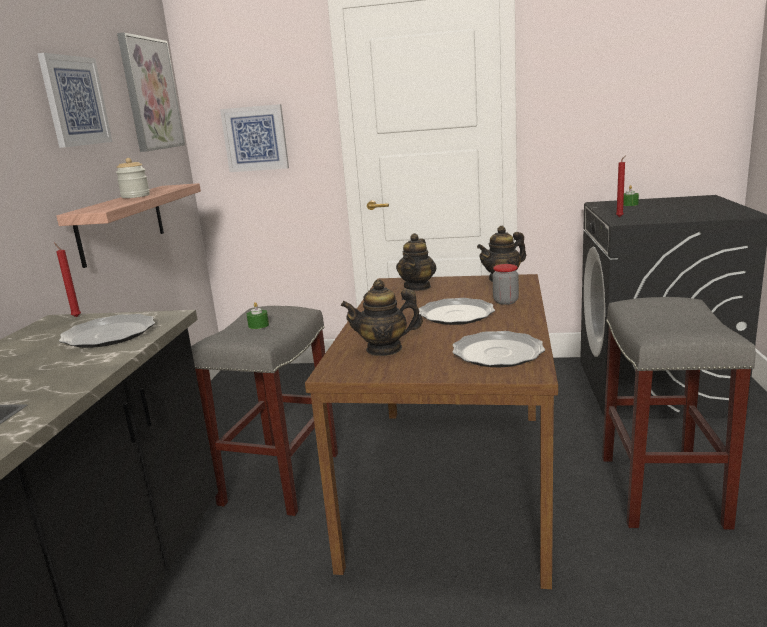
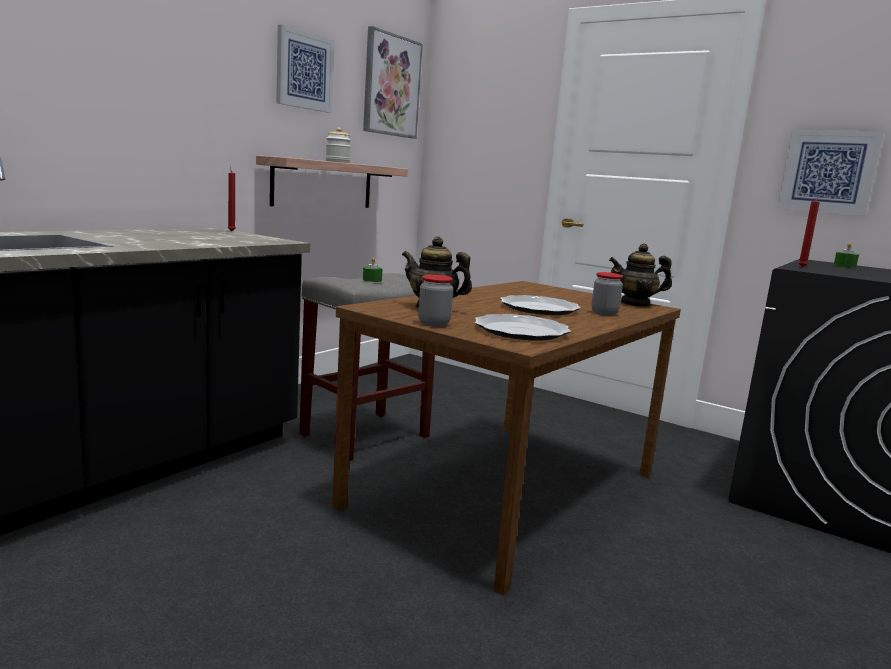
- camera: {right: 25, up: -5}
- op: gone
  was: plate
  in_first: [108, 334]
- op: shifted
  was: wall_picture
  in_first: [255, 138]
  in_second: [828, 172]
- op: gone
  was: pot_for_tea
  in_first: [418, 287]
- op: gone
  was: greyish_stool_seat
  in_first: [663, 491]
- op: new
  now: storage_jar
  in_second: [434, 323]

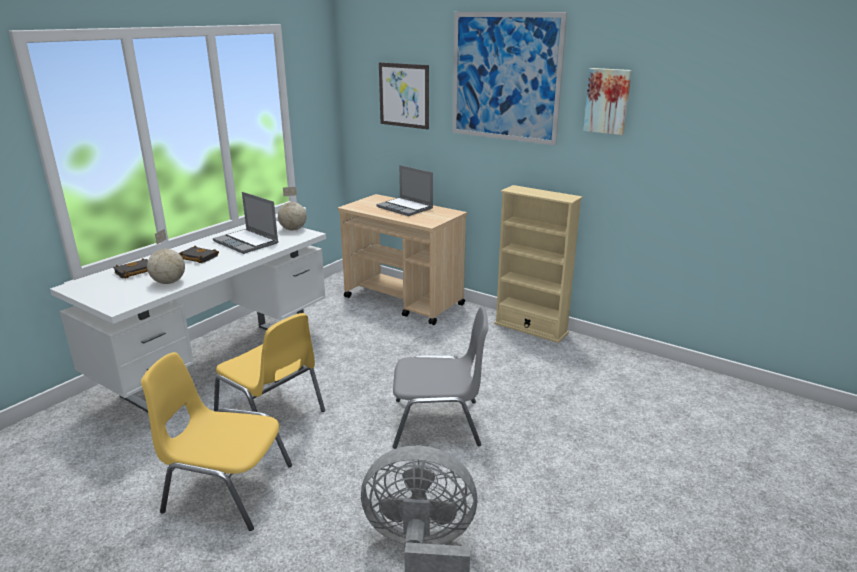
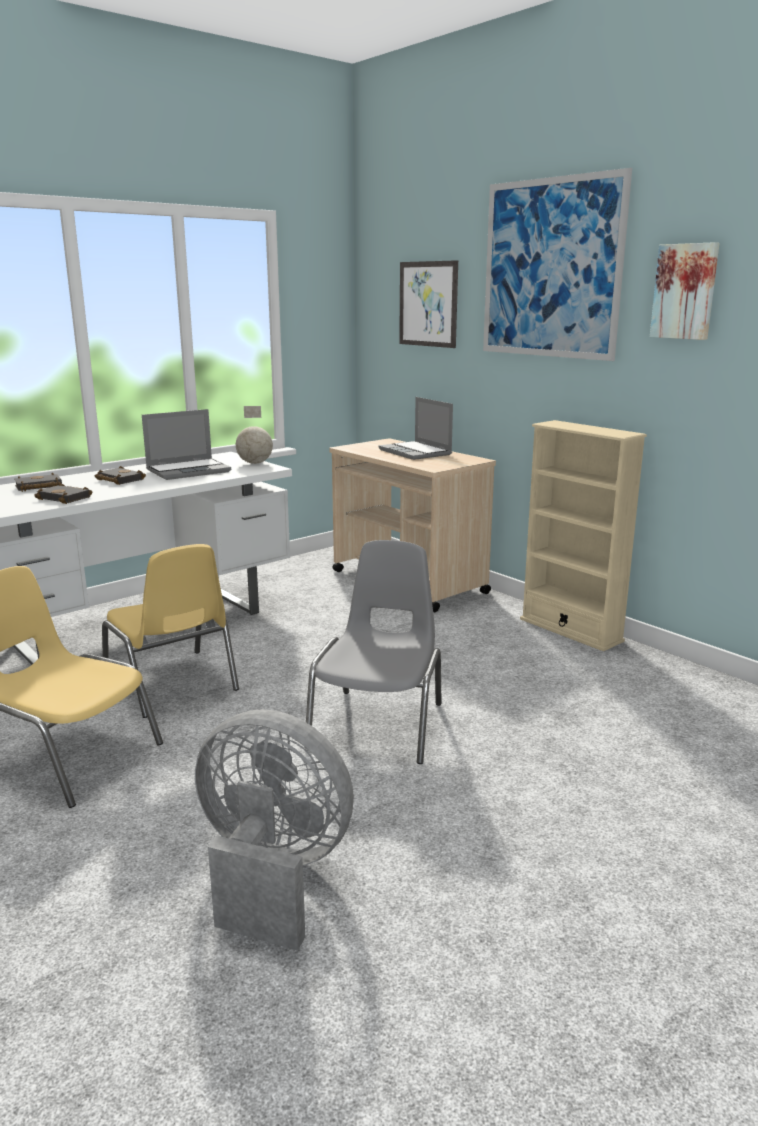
- camera: {right: 15, up: -5}
- op: swapped
  was: desk_globe
  now: blackish_bound_book
  in_first: [169, 282]
  in_second: [66, 498]
- op: rotated
  was: portable_computer
  in_first: [247, 242]
  in_second: [189, 471]
  clockwise: -90
- op: rotated
  was: greyish_chair
  in_first: [438, 423]
  in_second: [379, 724]
  clockwise: -90

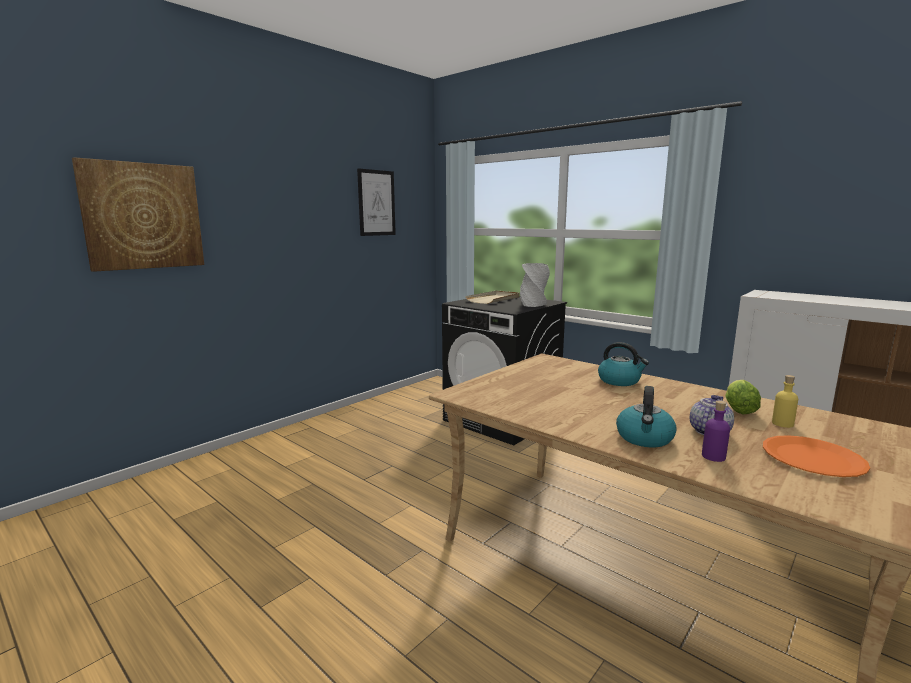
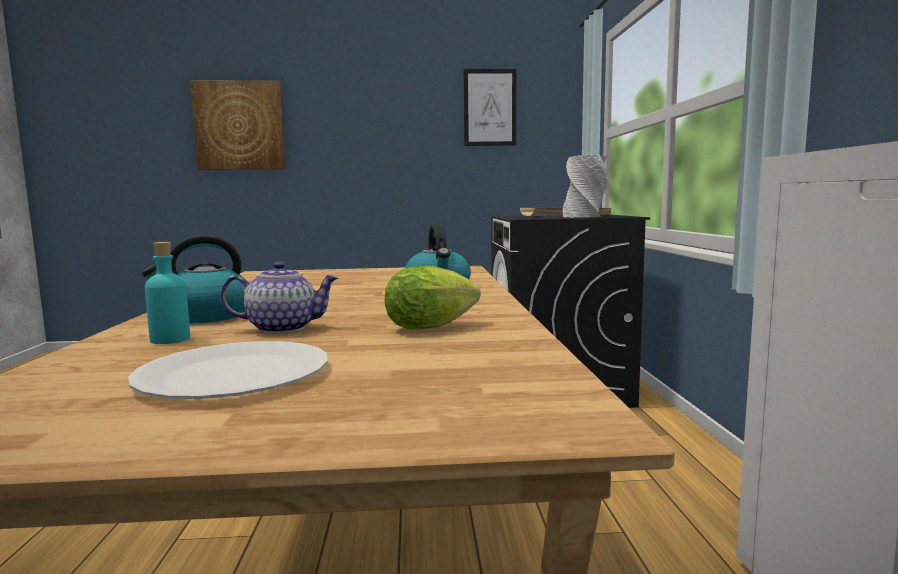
- camera: {right: 45, up: -5}
- op: repainted
  was: purple_beverage_bottle
  now: blue-green_beverage_bottle
  in_first: [713, 456]
  in_second: [170, 339]
- op: repainted
  was: orange_plate
  now: whitish_plate
  in_first: [812, 458]
  in_second: [233, 374]
- op: gone
  was: yellow_beverage_bottle
  in_first: [782, 424]

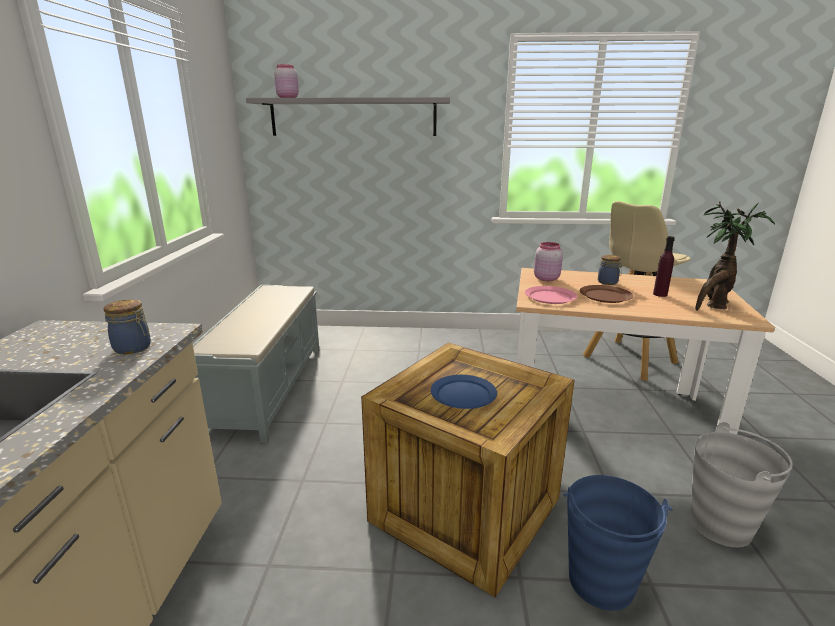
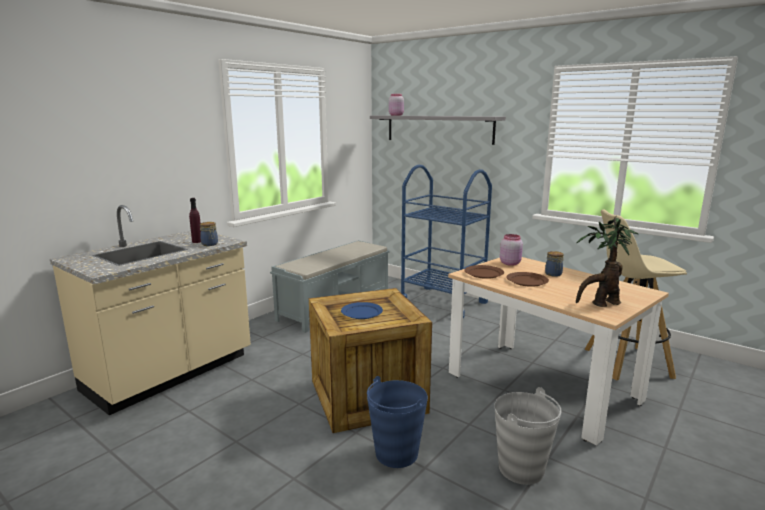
- camera: {right: 35, up: -5}
- op: repainted
  was: pink-coloured_plate
  now: brown-coloured_plate
  in_first: [550, 297]
  in_second: [483, 273]
- op: shifted
  was: purple_beverage_bottle
  in_first: [660, 294]
  in_second: [197, 241]
- op: new
  now: blue-coloured_cart
  in_second: [443, 301]

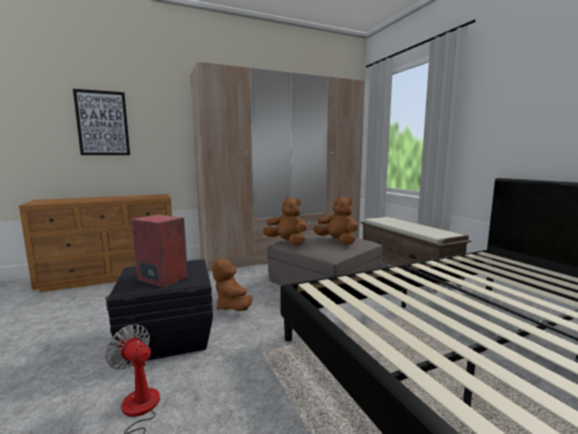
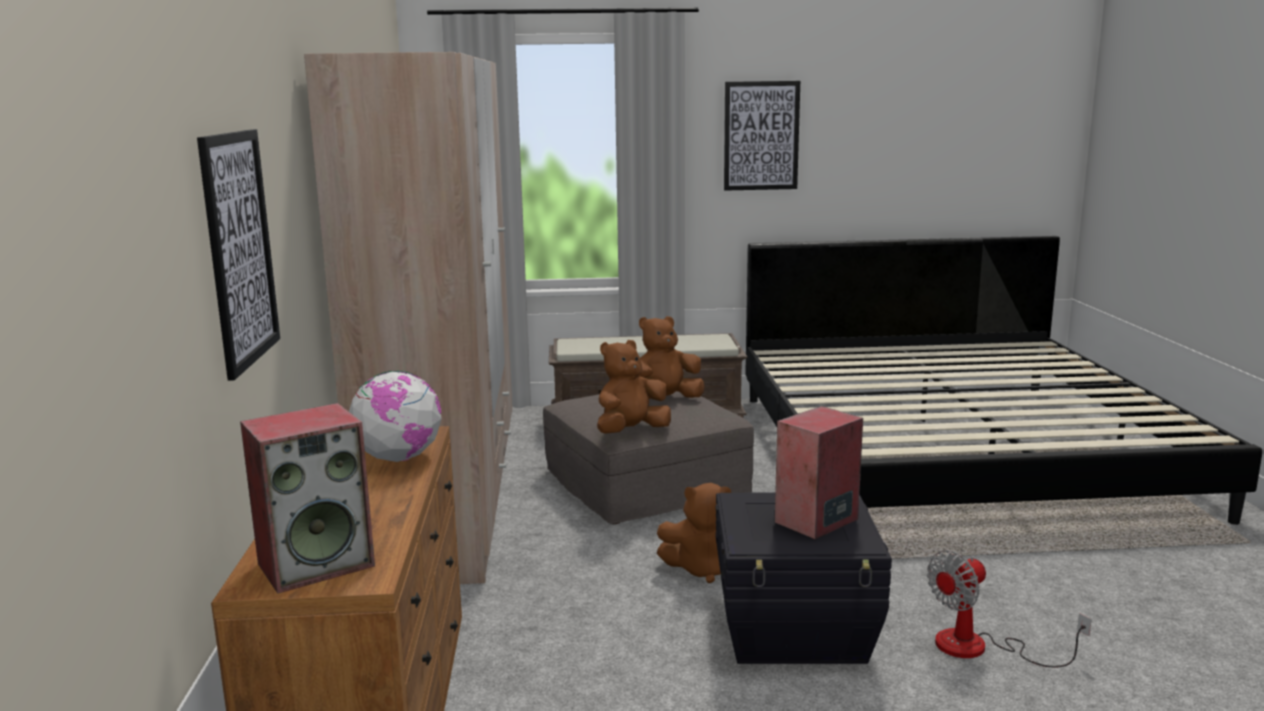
- camera: {right: -70, up: 5}
- op: new
  now: loudspeaker
  in_second: [317, 564]
- op: new
  now: desk_globe
  in_second: [399, 458]
- op: new
  now: wall_picture
  in_second: [761, 136]

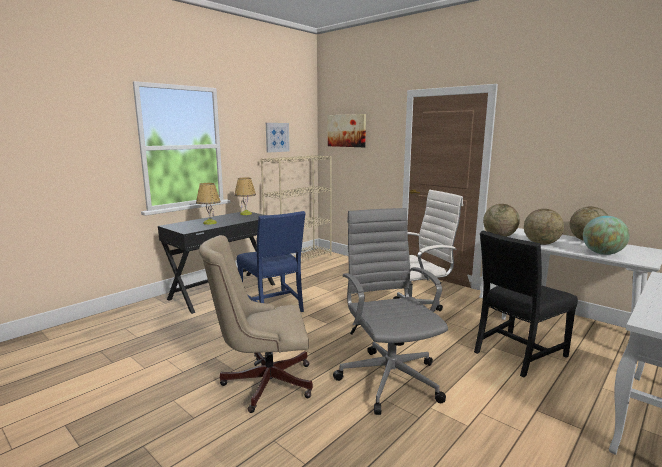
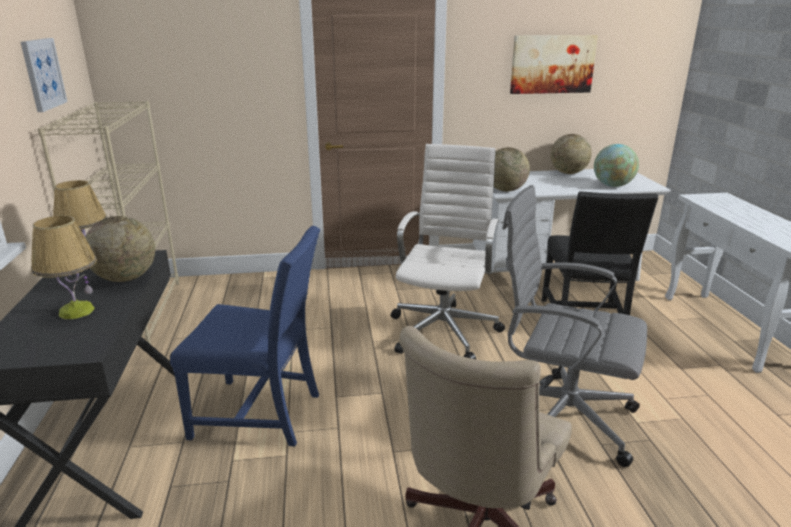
- camera: {right: -50, up: 10}
- op: shifted
  was: wall_picture
  in_first: [346, 130]
  in_second: [552, 64]
- op: shifted
  was: desk_globe
  in_first: [541, 243]
  in_second: [126, 278]

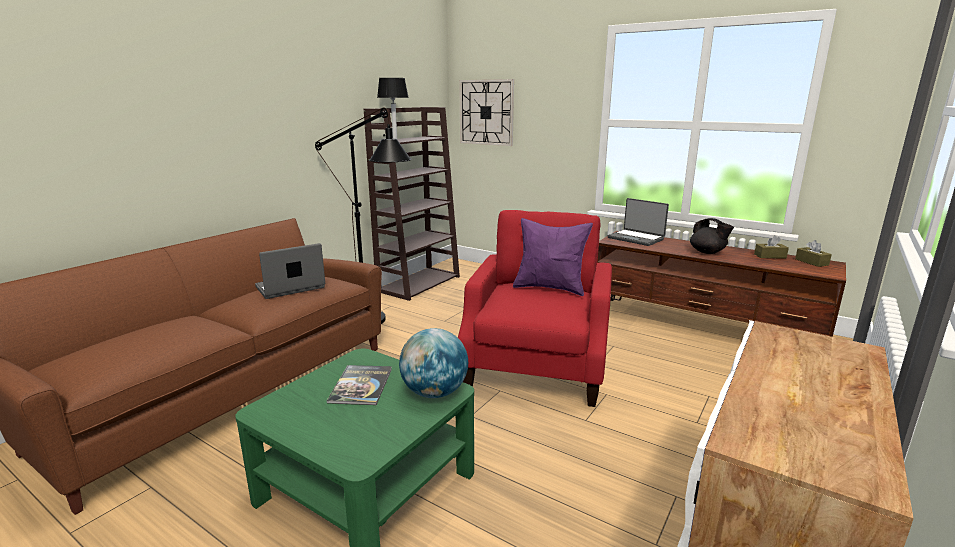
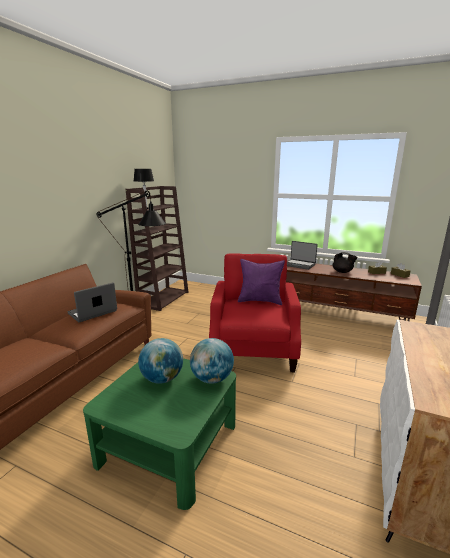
- camera: {right: -10, up: 0}
- op: swapped
  was: bound_book
  now: desk_globe
  in_first: [361, 385]
  in_second: [162, 379]
- op: gone
  was: wall_clock
  in_first: [486, 112]

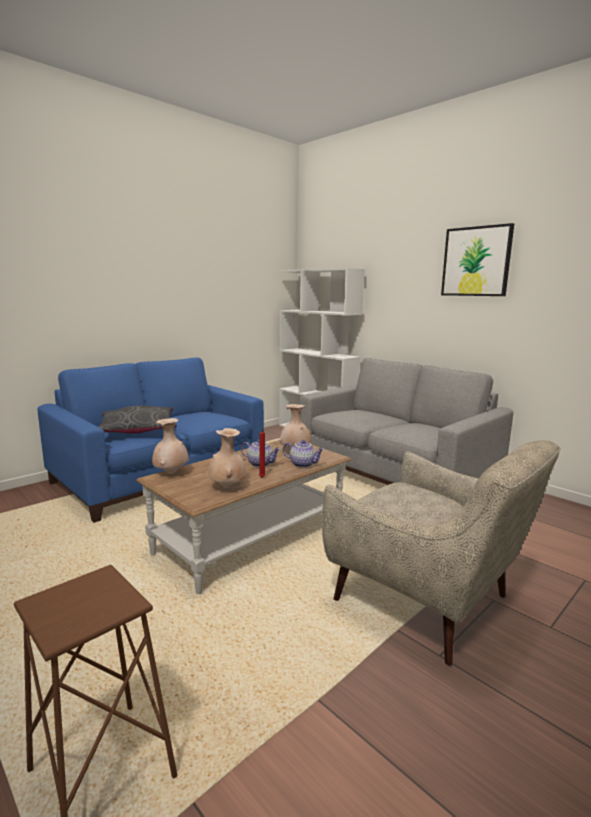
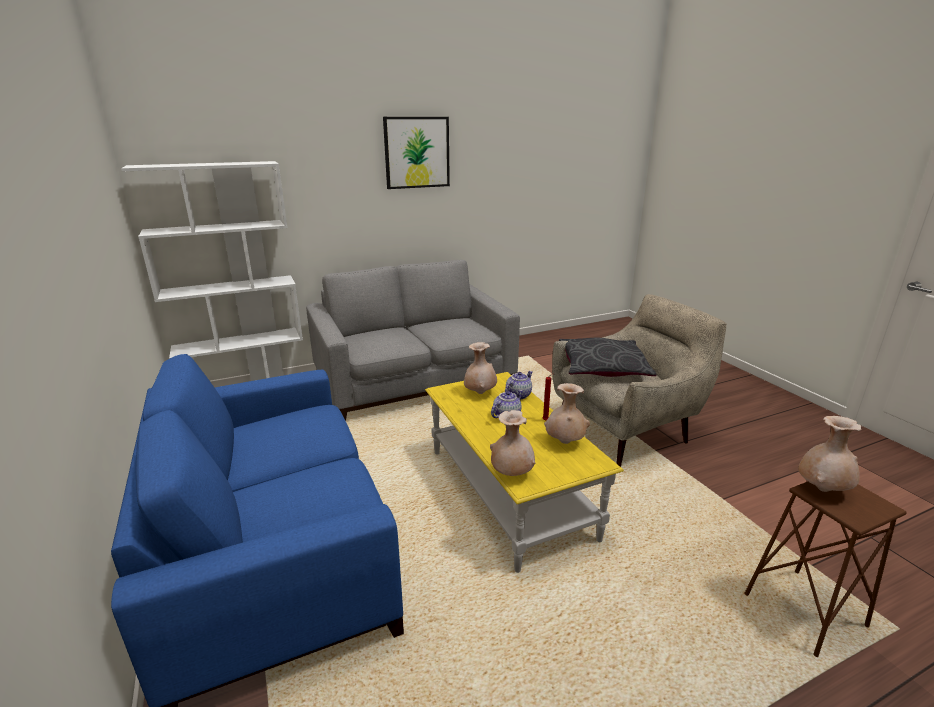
- camera: {right: -70, up: 10}
- op: shifted
  was: greyish_cushion
  in_first: [137, 429]
  in_second: [602, 367]
- op: repainted
  was: brown-coloured_lounge_table
  now: yellow_lounge_table
  in_first: [251, 539]
  in_second: [508, 492]
- op: new
  now: beige_decorative_vase
  in_second: [822, 489]

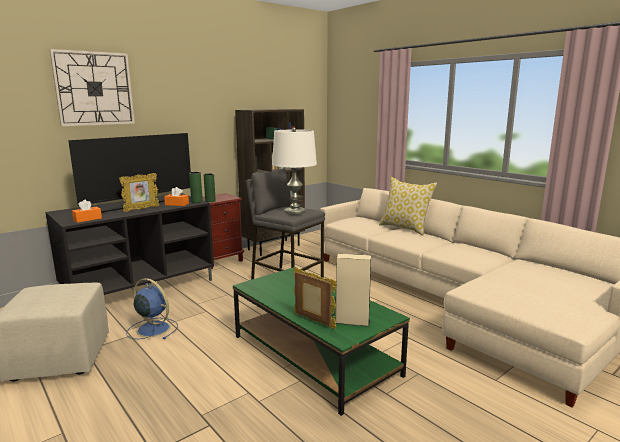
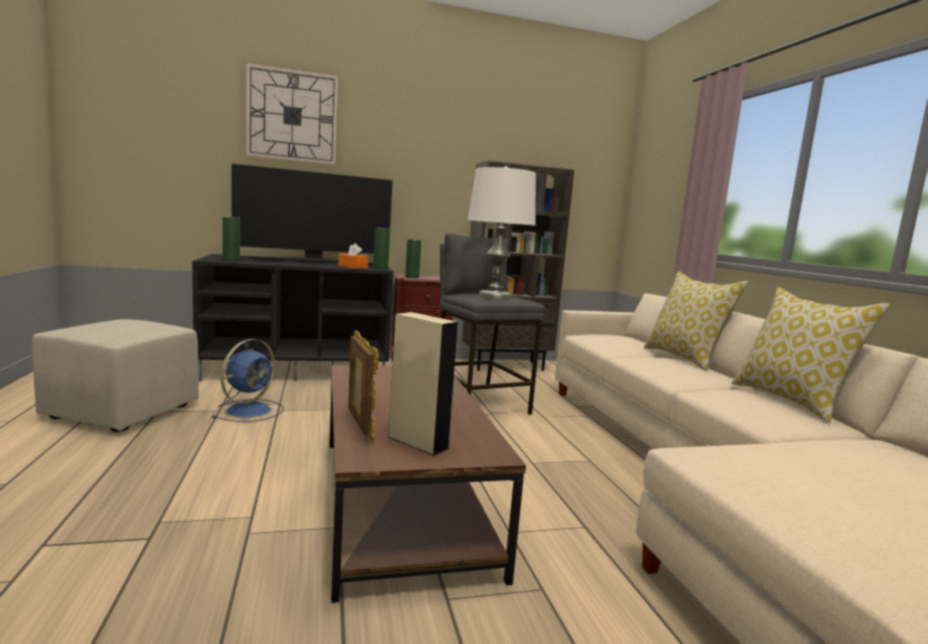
- camera: {right: 25, up: -5}
- op: swapped
  was: orange_tissue_box
  now: green-coloured_decorative_vase
  in_first: [87, 219]
  in_second: [231, 261]
- op: gone
  was: standing_frame
  in_first: [141, 209]
- op: rotated
  was: blue-coloured_electric_fan
  in_first: [152, 329]
  in_second: [250, 410]
  clockwise: 60
- op: repainted
  was: green-coloured_lounge_table
  now: brown-coloured_lounge_table
  in_first: [314, 354]
  in_second: [402, 500]
- op: new
  now: cushion
  in_second: [791, 401]

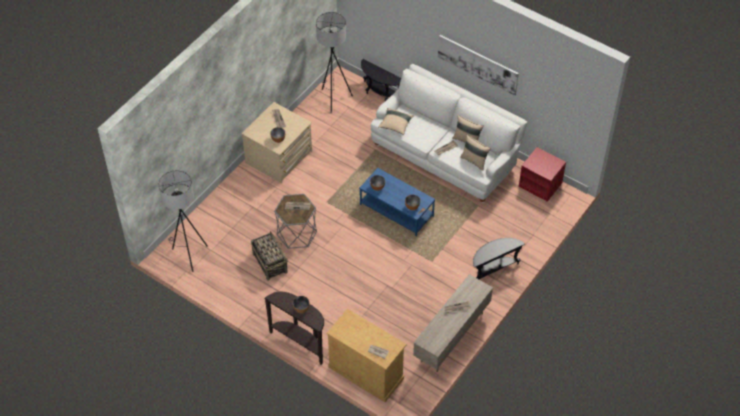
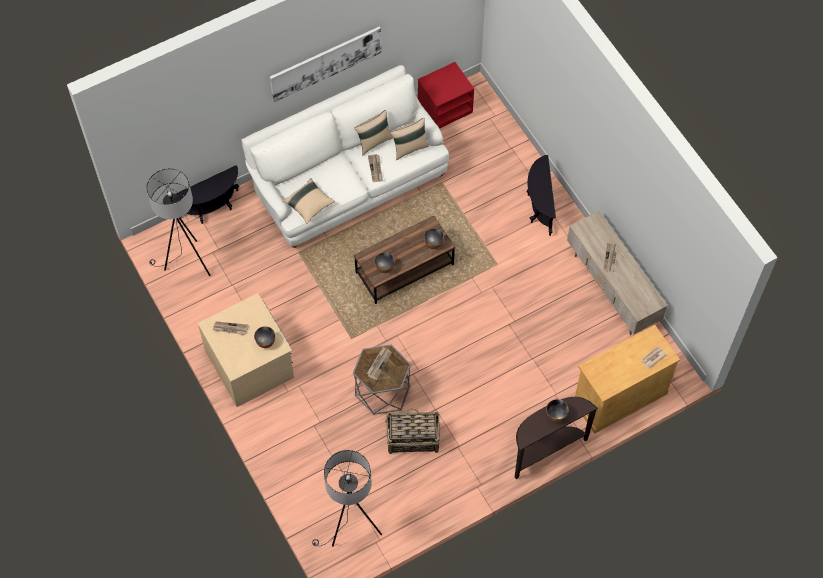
- camera: {right: -65, up: 10}
- op: repainted
  was: blue-coloured_lounge_table
  now: brown-coloured_lounge_table
  in_first: [397, 210]
  in_second: [404, 268]

